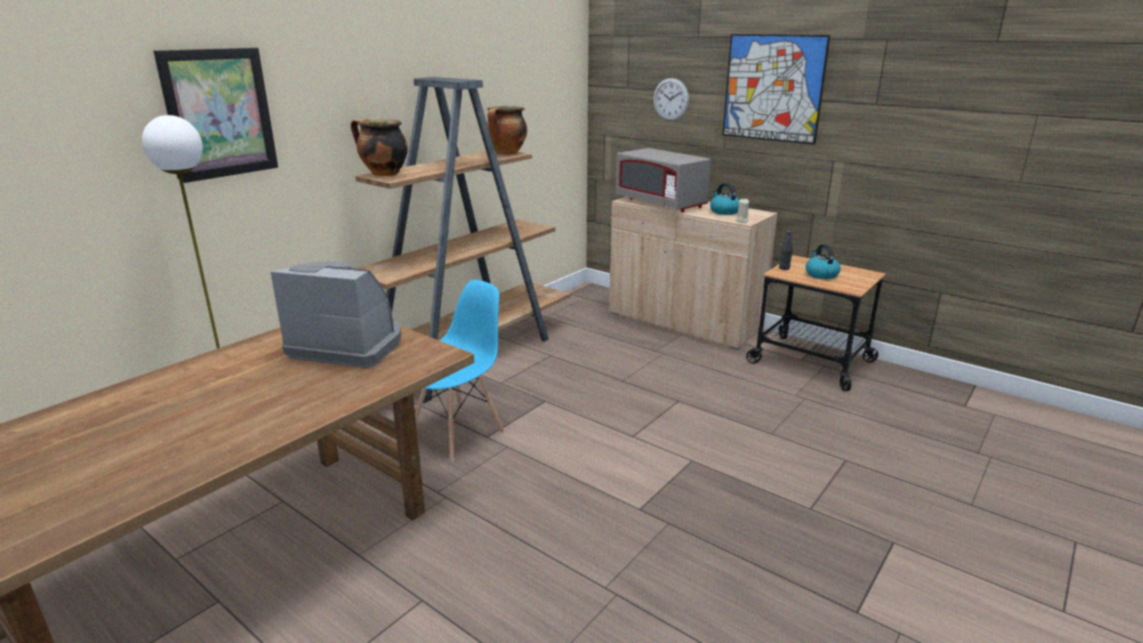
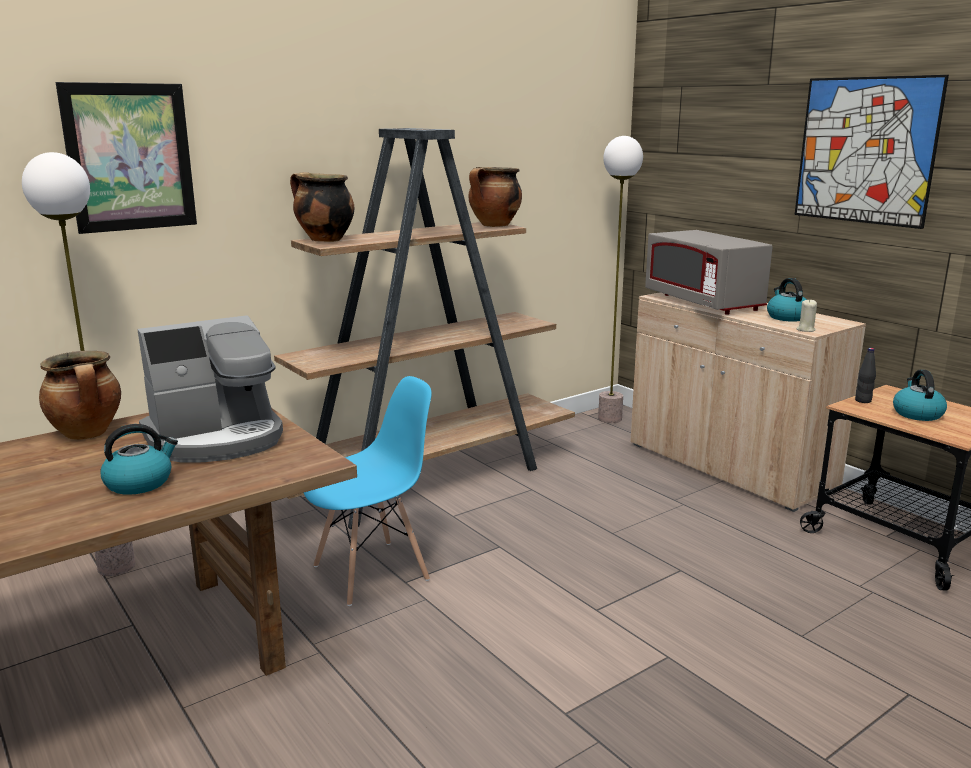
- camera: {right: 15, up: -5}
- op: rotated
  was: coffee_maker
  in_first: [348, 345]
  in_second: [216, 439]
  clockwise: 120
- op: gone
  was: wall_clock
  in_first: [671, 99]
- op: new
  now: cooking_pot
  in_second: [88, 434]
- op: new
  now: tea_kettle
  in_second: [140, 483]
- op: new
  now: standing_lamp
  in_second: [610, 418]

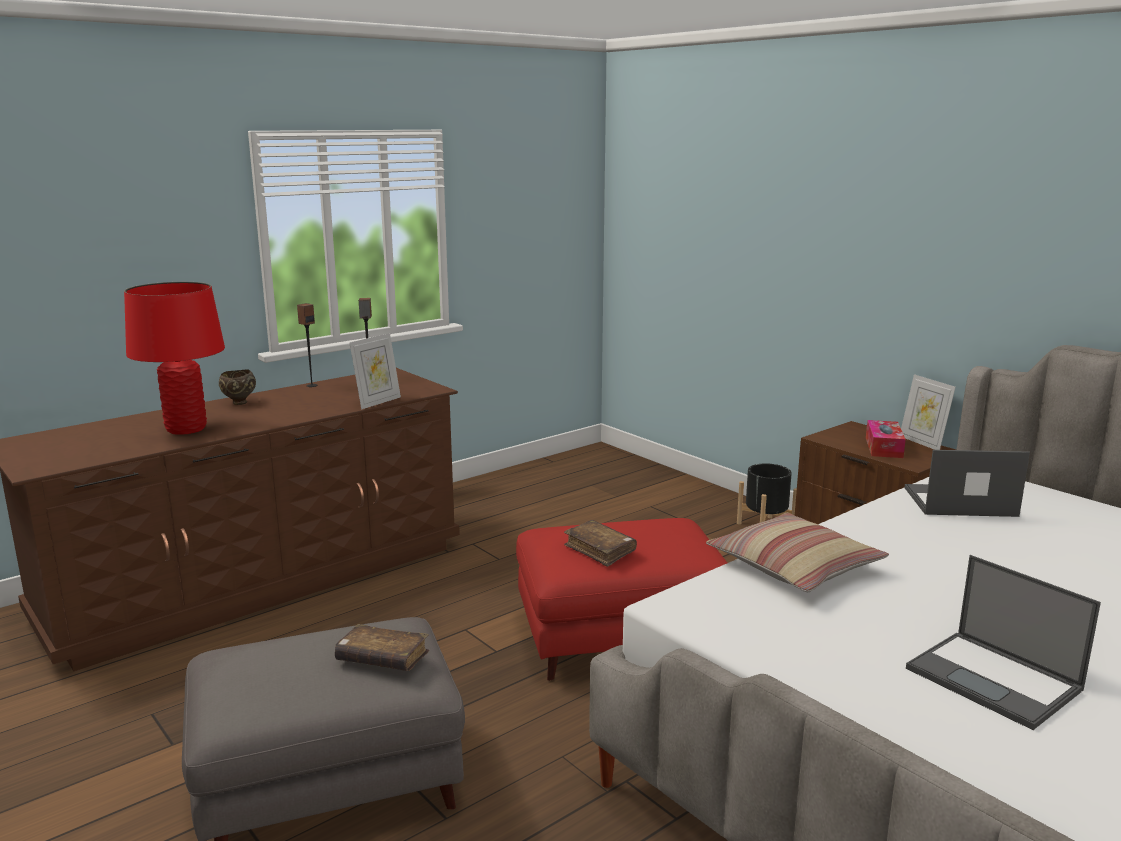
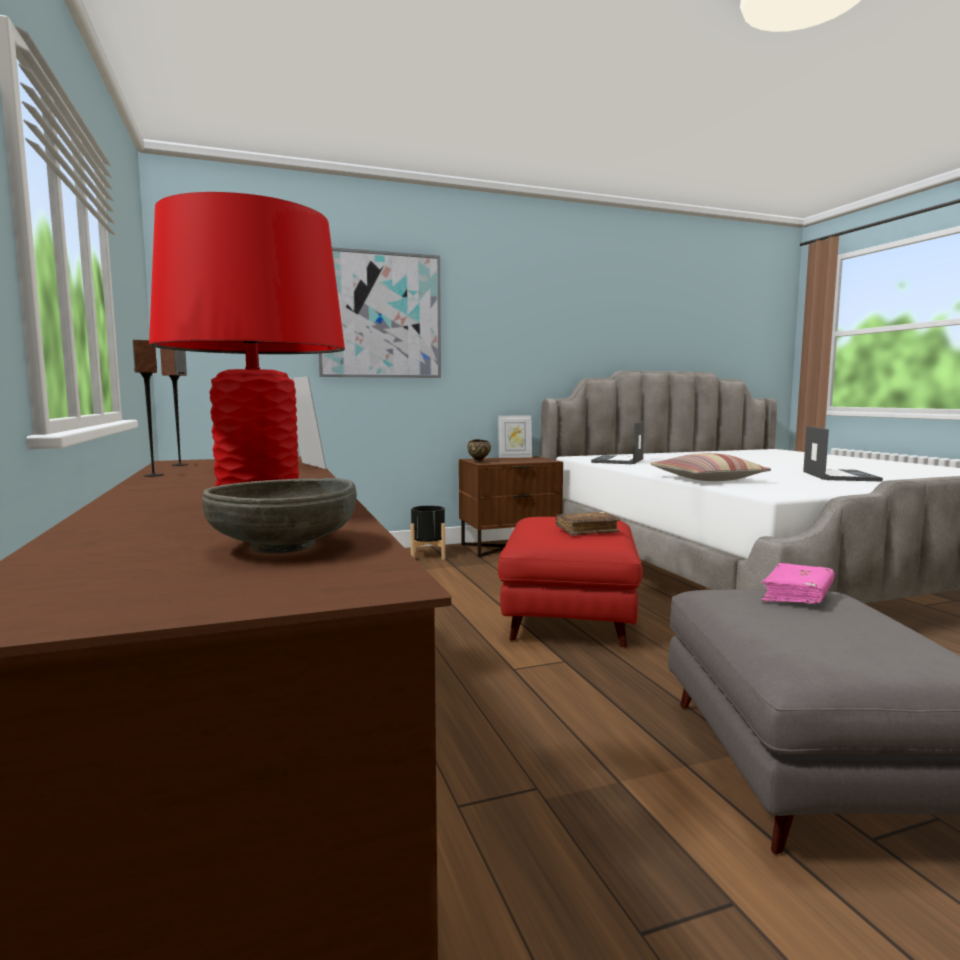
- camera: {right: -70, up: -10}
- op: shifted
  was: brown-coloured_serving_bowl
  in_first: [239, 403]
  in_second: [479, 462]
- op: repainted
  was: brown-coloured_bound_book
  now: pink-coloured_bound_book
  in_first: [382, 659]
  in_second: [797, 595]
- op: gone
  was: tissue_box
  in_first: [883, 447]
- op: rotated
  was: portable_computer
  in_first: [995, 680]
  in_second: [839, 476]
  clockwise: -60
- op: new
  now: greyish_serving_bowl
  in_second: [284, 546]
- op: new
  now: wall_picture
  in_second: [380, 315]

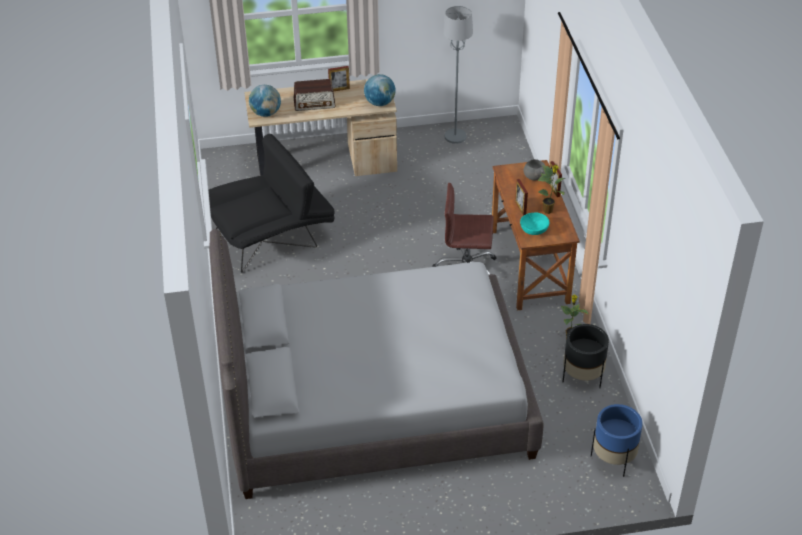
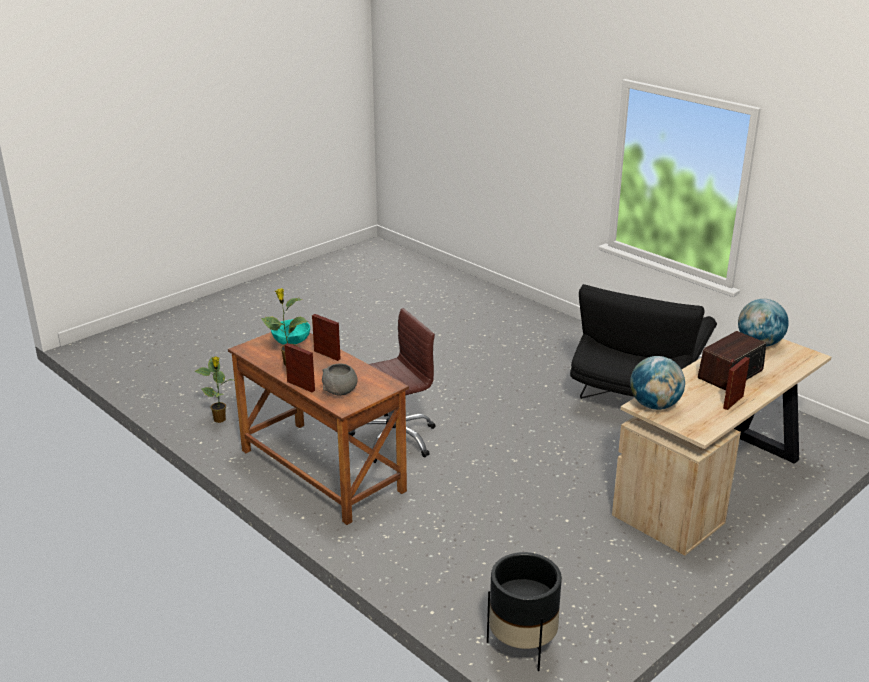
- camera: {right: 145, up: -15}
- op: gone
  was: greyish_bed
  in_first: [374, 401]
- op: gone
  was: greyish_standing_lamp
  in_first: [455, 136]
- op: shifted
  was: blackish_plant_pot
  in_first: [582, 377]
  in_second: [522, 646]
- op: gone
  was: blue-coloured_plant_pot
  in_first: [613, 459]

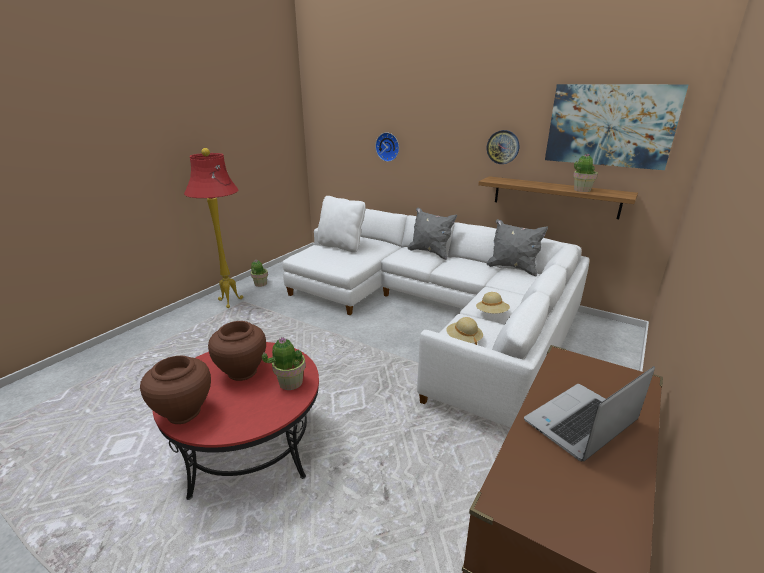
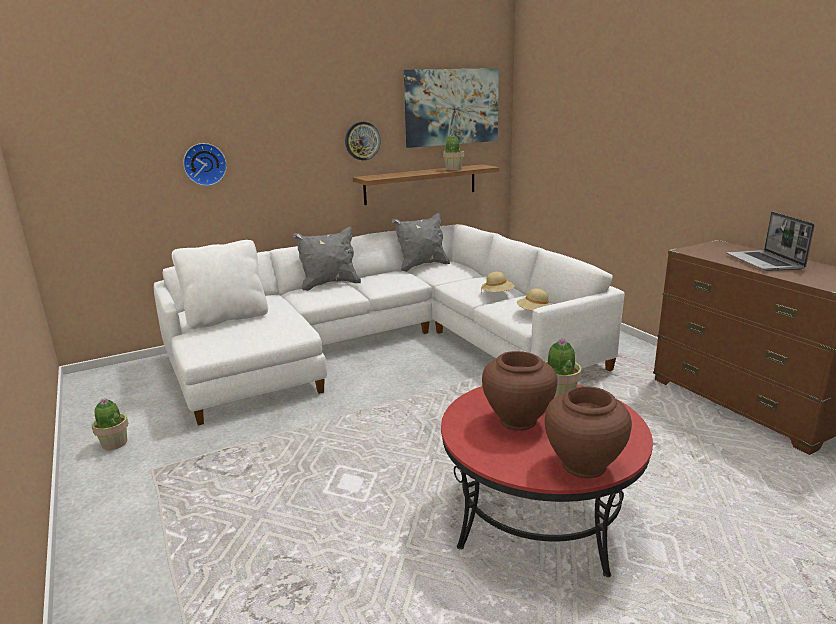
- camera: {right: -60, up: -5}
- op: gone
  was: red-coloured_standing_lamp
  in_first: [230, 302]

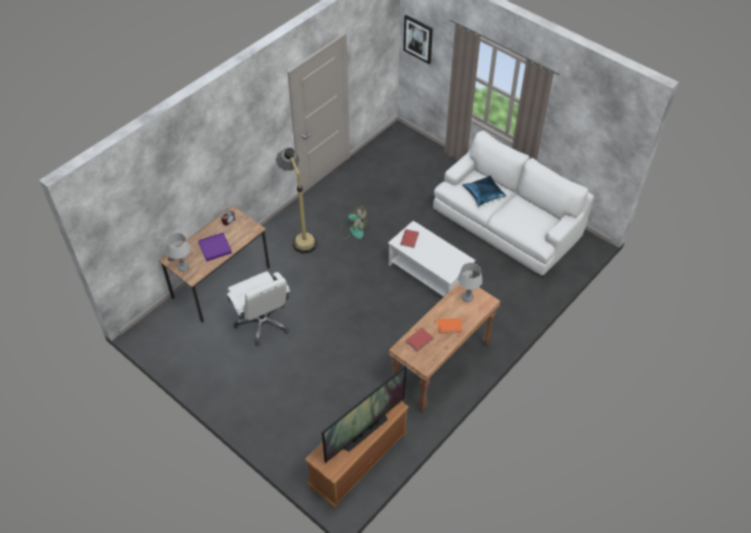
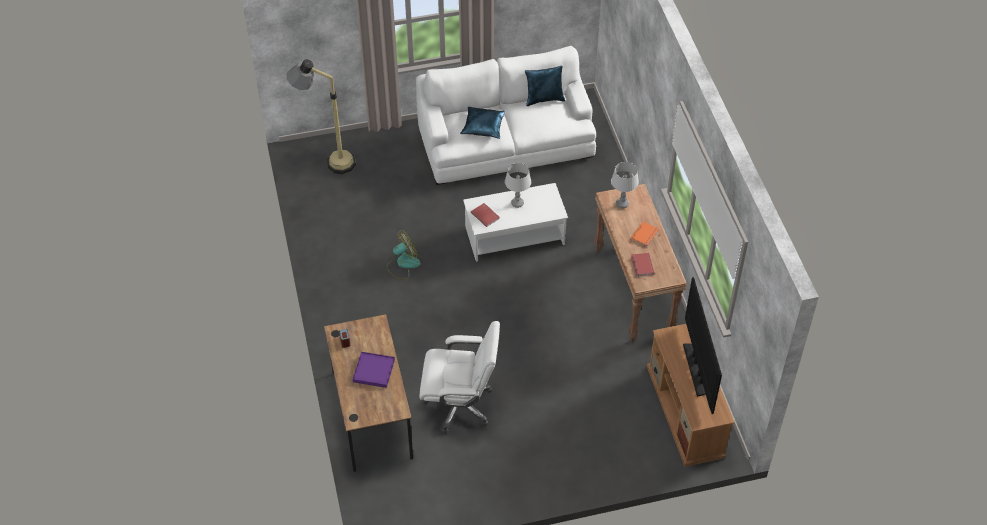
- camera: {right: -55, up: 0}
- op: shifted
  was: greyish_tabletop_lamp
  in_first: [183, 268]
  in_second: [517, 203]
- op: shifted
  was: standing_lamp
  in_first: [300, 236]
  in_second: [328, 162]
- op: gone
  was: wall_picture
  in_first: [418, 39]
- op: new
  now: blue-coloured_cushion
  in_second: [544, 99]

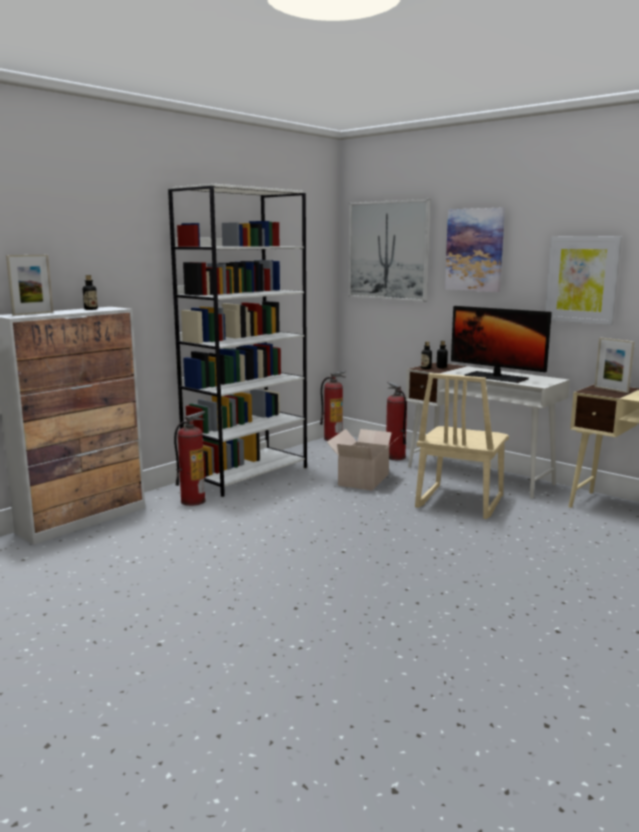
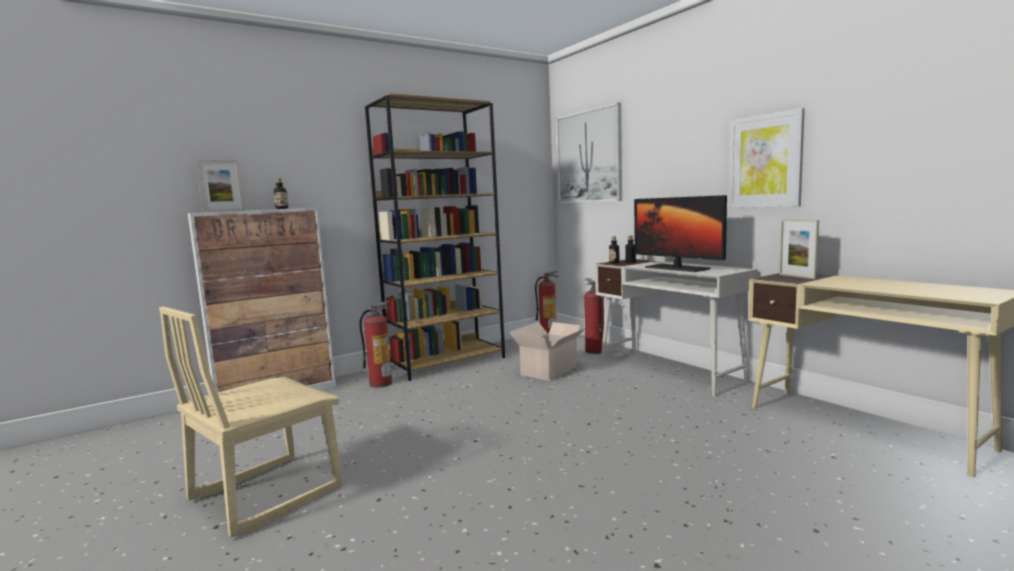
- camera: {right: 15, up: -5}
- op: repainted
  was: whitish_bookcase
  now: brown-coloured_bookcase
  in_first: [247, 474]
  in_second: [447, 362]
- op: shifted
  was: beige_chair
  in_first: [458, 502]
  in_second: [265, 493]
- op: gone
  was: wall_picture
  in_first: [474, 250]

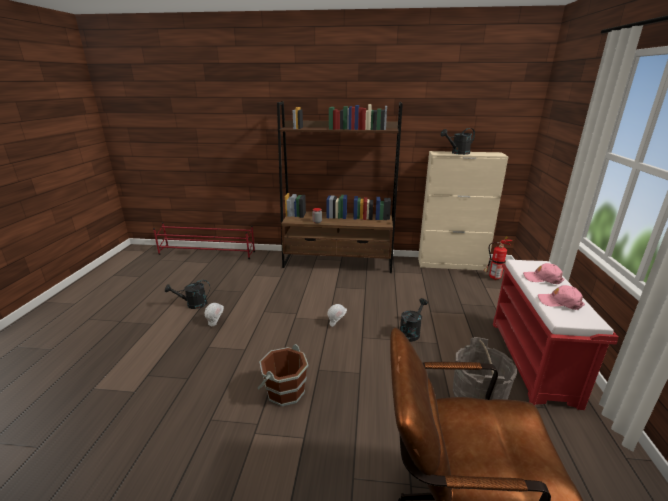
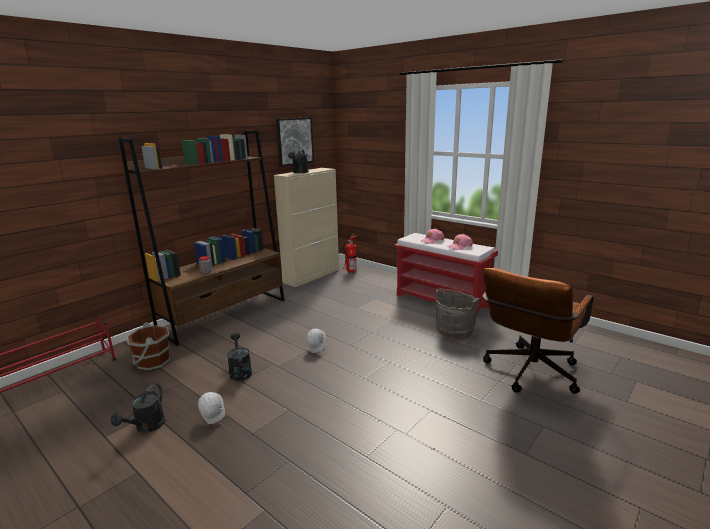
- camera: {right: -55, up: -5}
- op: shifted
  was: brown-coloured_pail
  in_first: [284, 391]
  in_second: [152, 362]
- op: shifted
  was: blackish_watering_pot
  in_first: [411, 332]
  in_second: [240, 371]
- op: new
  now: wall_picture
  in_second: [294, 141]

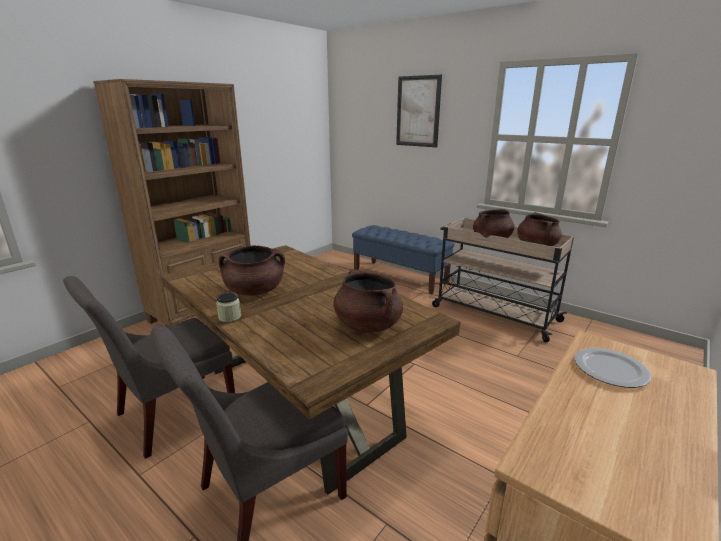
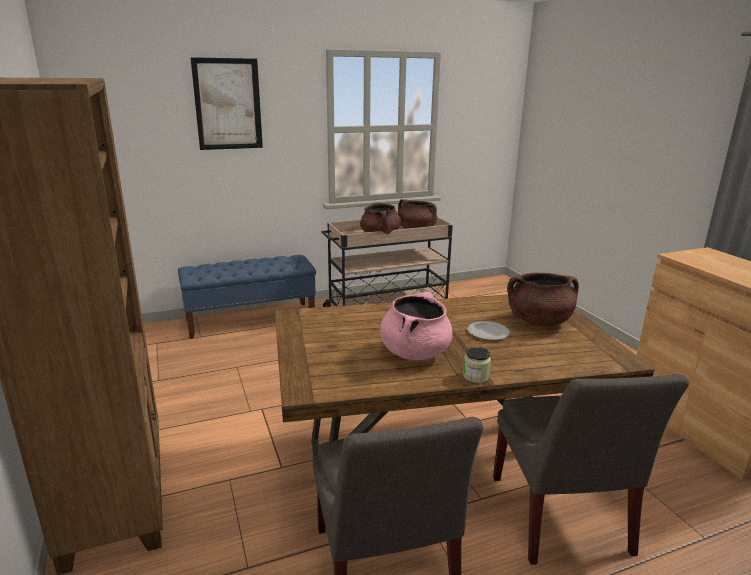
- camera: {right: -60, up: 0}
- op: repainted
  was: brown-coloured_cooking_pot
  now: pink-coloured_cooking_pot
  in_first: [255, 291]
  in_second: [415, 352]
- op: shifted
  was: plate
  in_first: [610, 370]
  in_second: [488, 333]

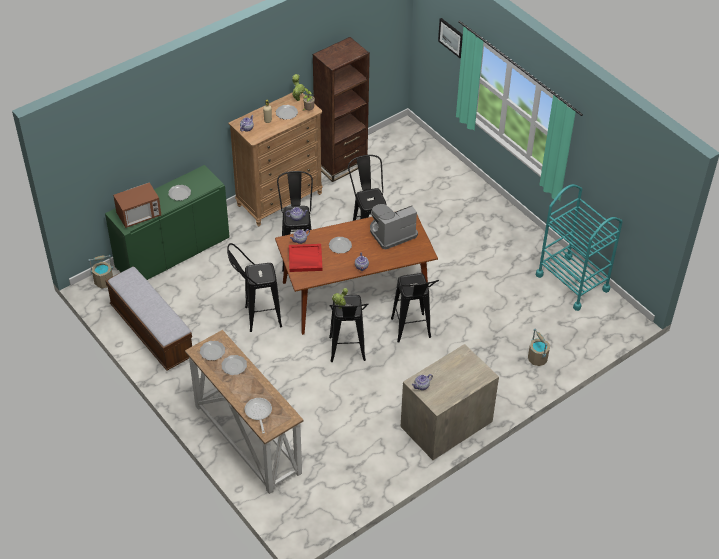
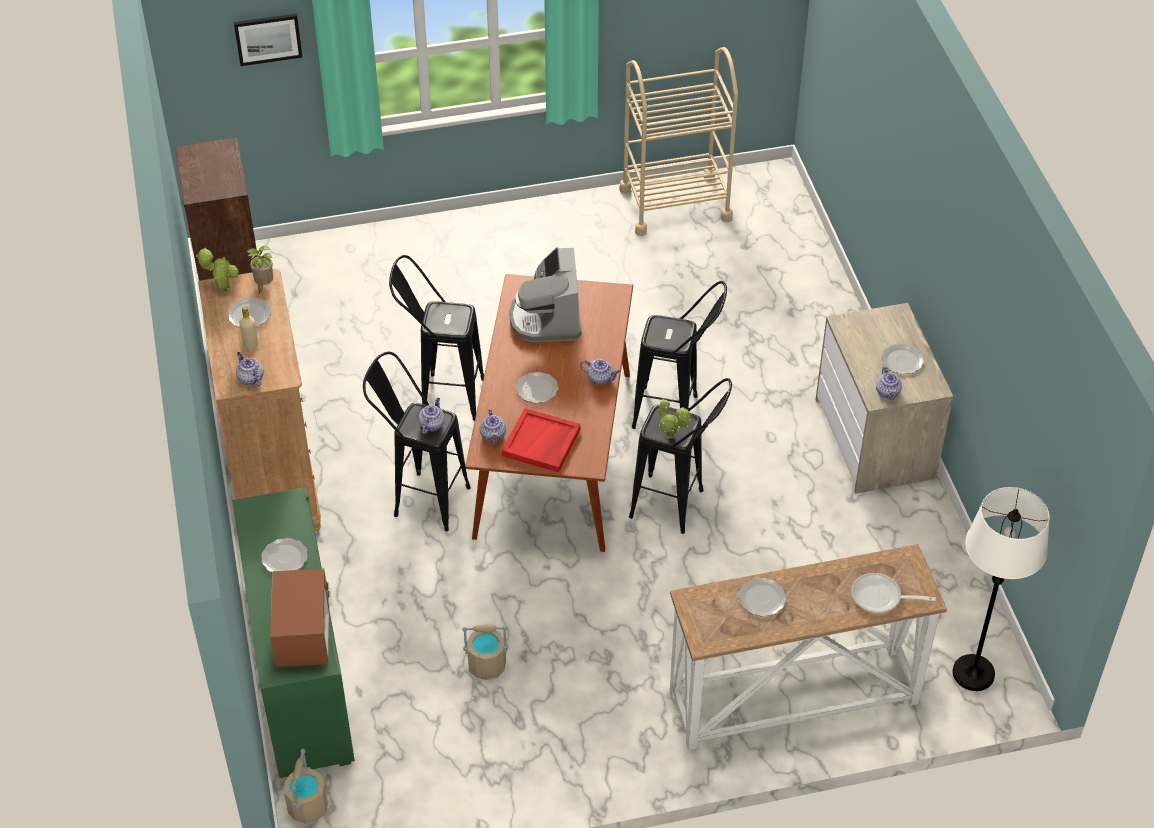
- camera: {right: -65, up: 0}
- op: gone
  was: long_seat
  in_first: [151, 331]
- op: shifted
  was: plate
  in_first: [212, 351]
  in_second: [901, 360]
- op: gone
  was: blackish_stool_seat
  in_first: [256, 318]
- op: shifted
  was: beige_pail
  in_first: [537, 358]
  in_second: [486, 665]
- op: repainted
  was: blue-green_cart
  now: beige_cart
  in_first: [572, 282]
  in_second: [675, 204]
- op: new
  now: whitish_standing_lamp
  in_second: [973, 674]

